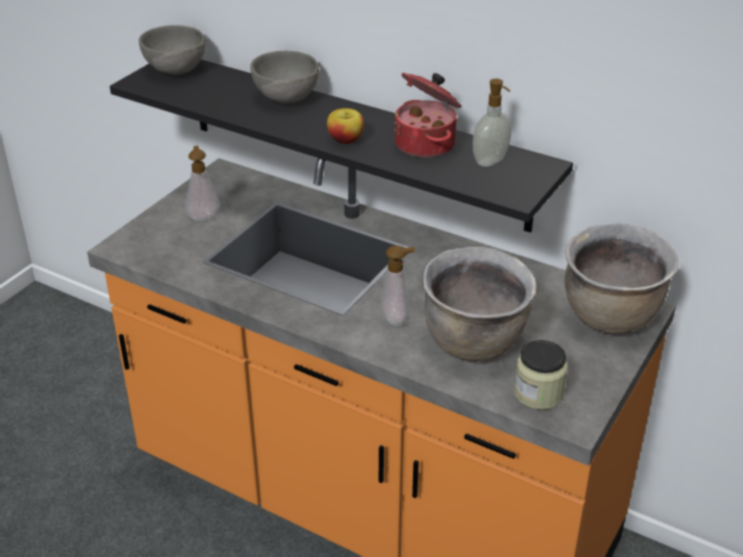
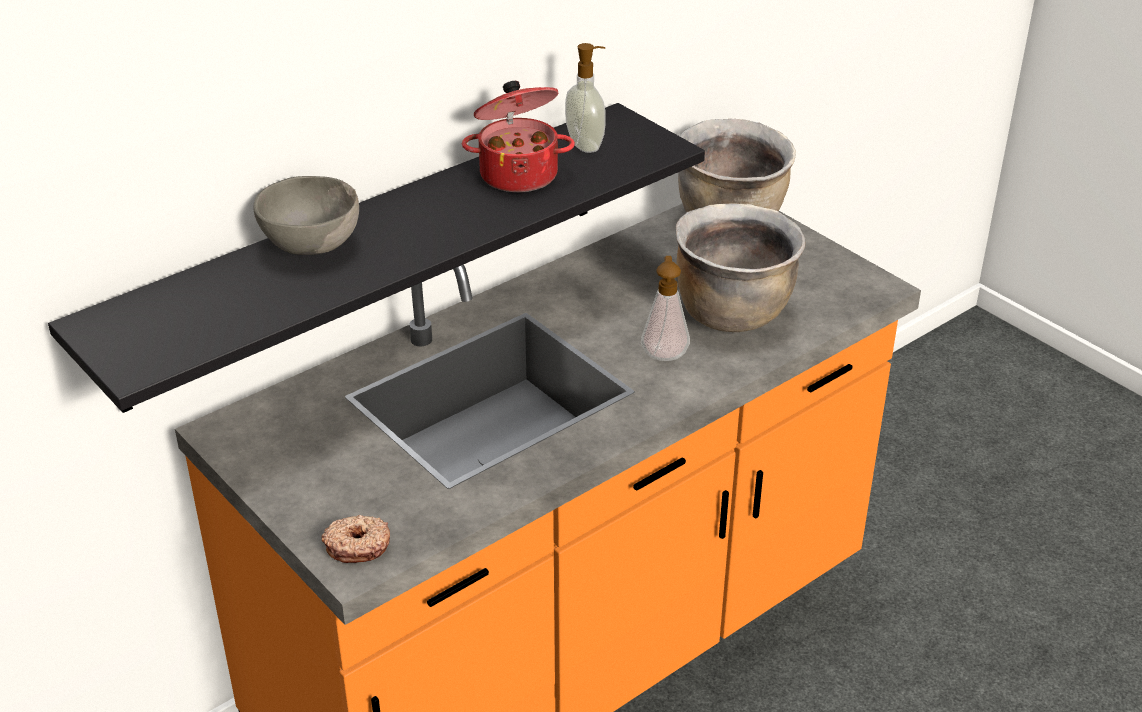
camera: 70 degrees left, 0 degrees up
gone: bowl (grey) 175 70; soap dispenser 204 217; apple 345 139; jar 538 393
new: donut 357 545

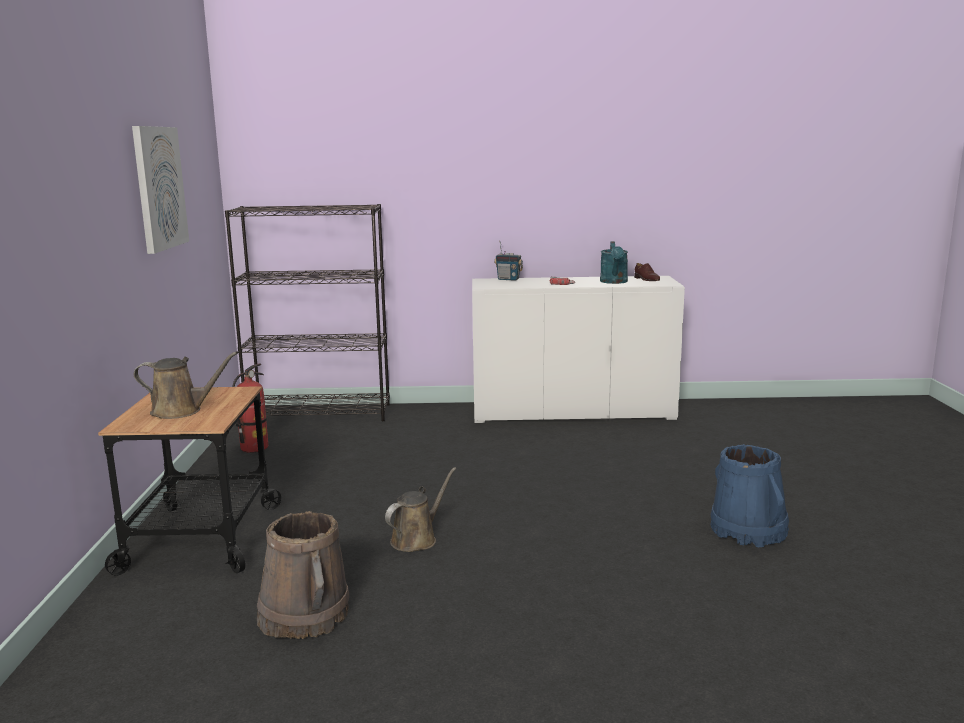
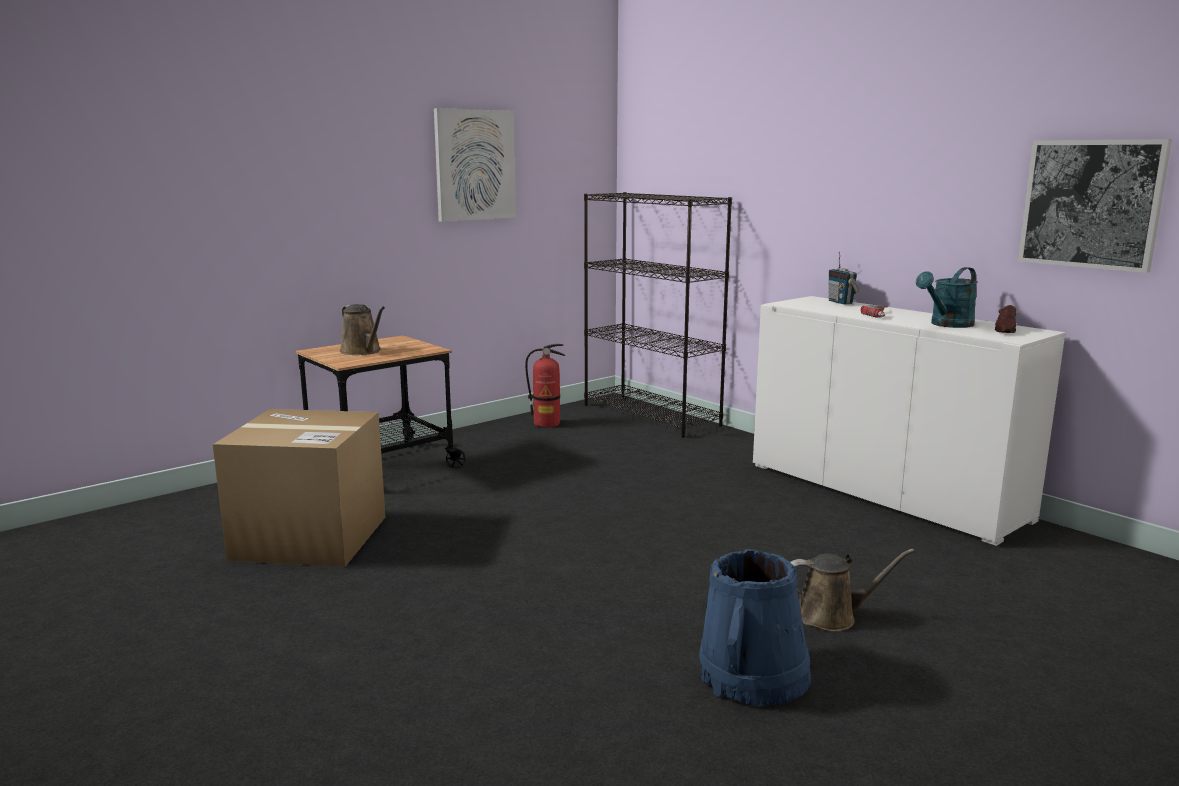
camera: 50 degrees right, 0 degrees up
new: picture 1091 204
shifted: watering can (brown) 417 539 to 831 616
swapped: bucket (brown) 304 615 to cardboard box 310 538

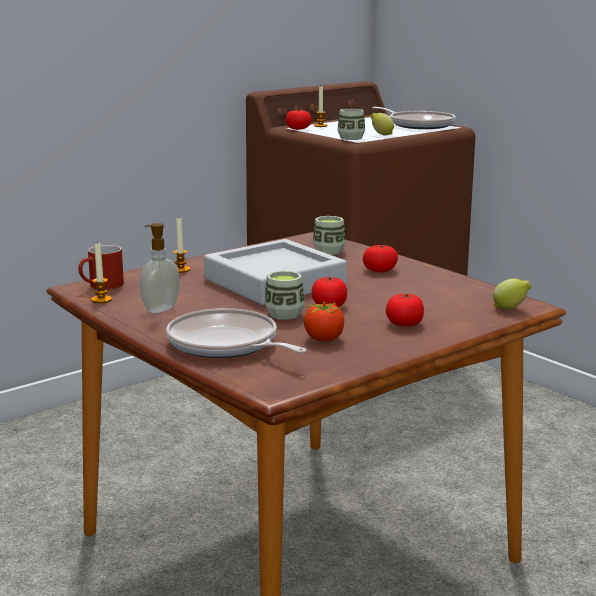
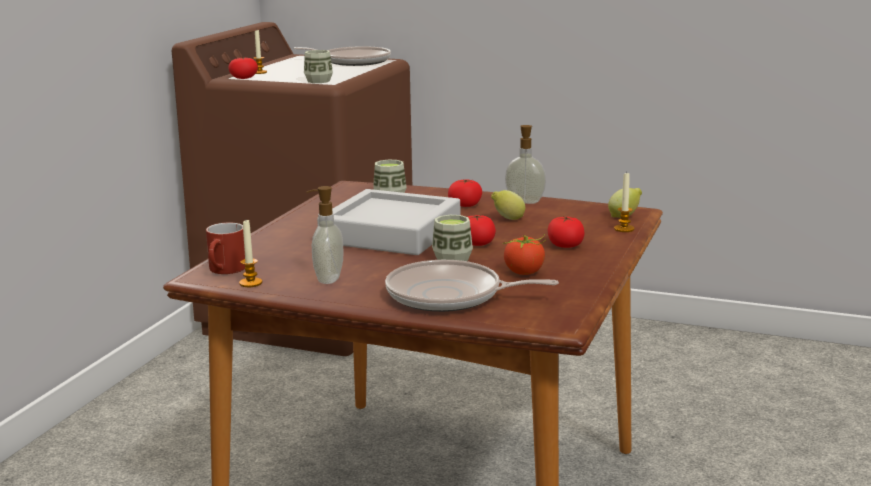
camera: 30 degrees left, 0 degrees up
new: soap dispenser 525 201
shifted: lemon 381 135 to 508 219; candle 181 270 to 624 229

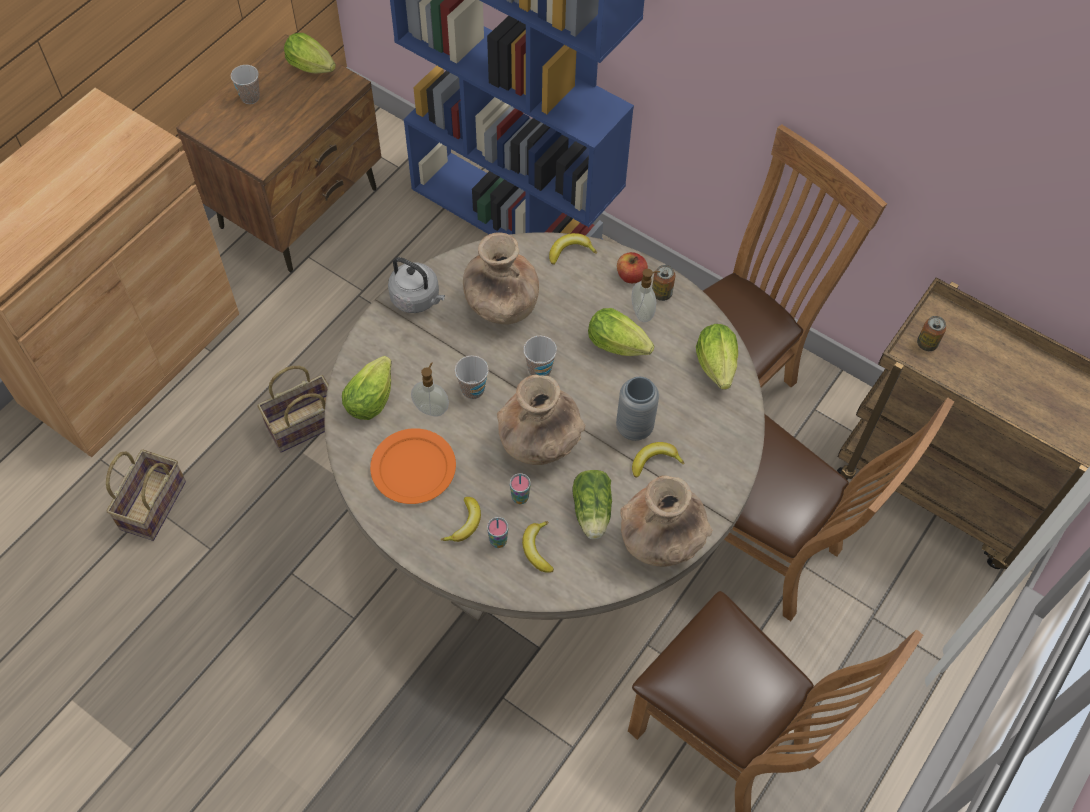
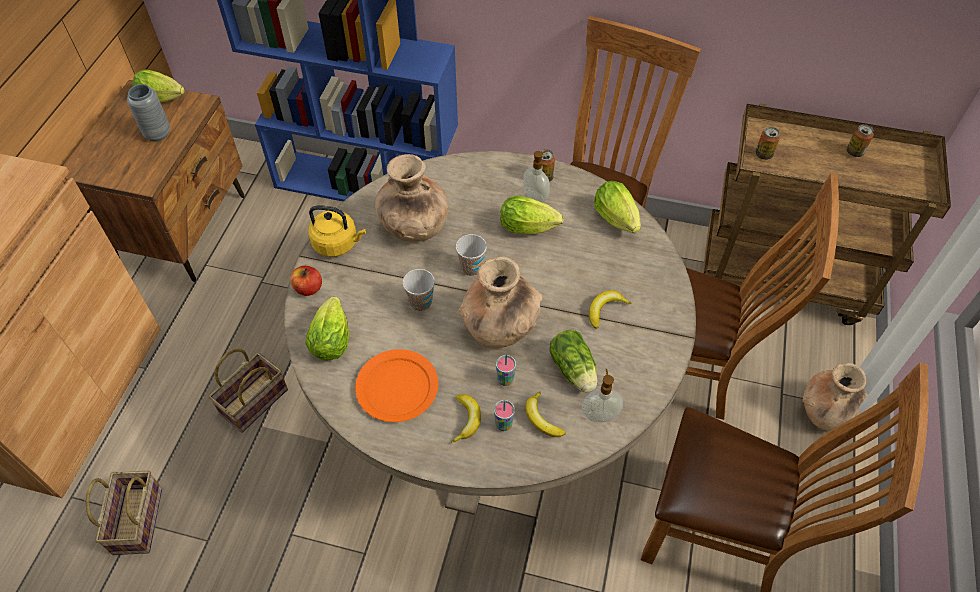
camera: 20 degrees left, 5 degrees down
gone: cup 250 97; banana 570 251
new: can 854 152
shifted: vase (grey) 634 427 to 157 134; apple 631 276 to 308 288; soap dispenser 431 408 to 599 414; vase (brown) 660 541 to 825 413
repainted: kettle (grey) 417 299 to kettle (yellow) 338 244

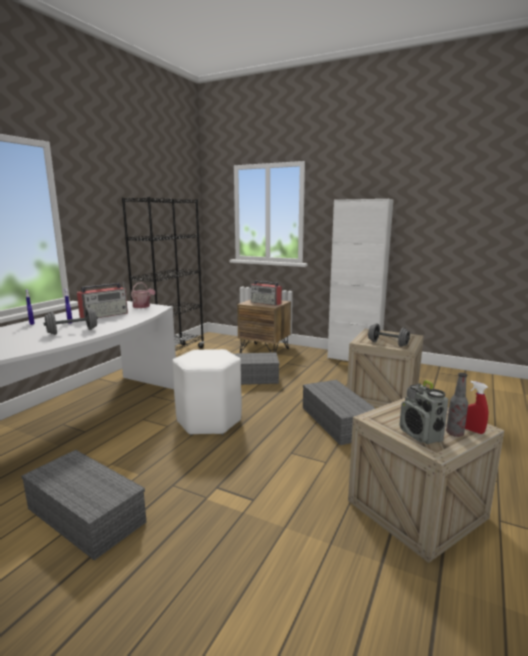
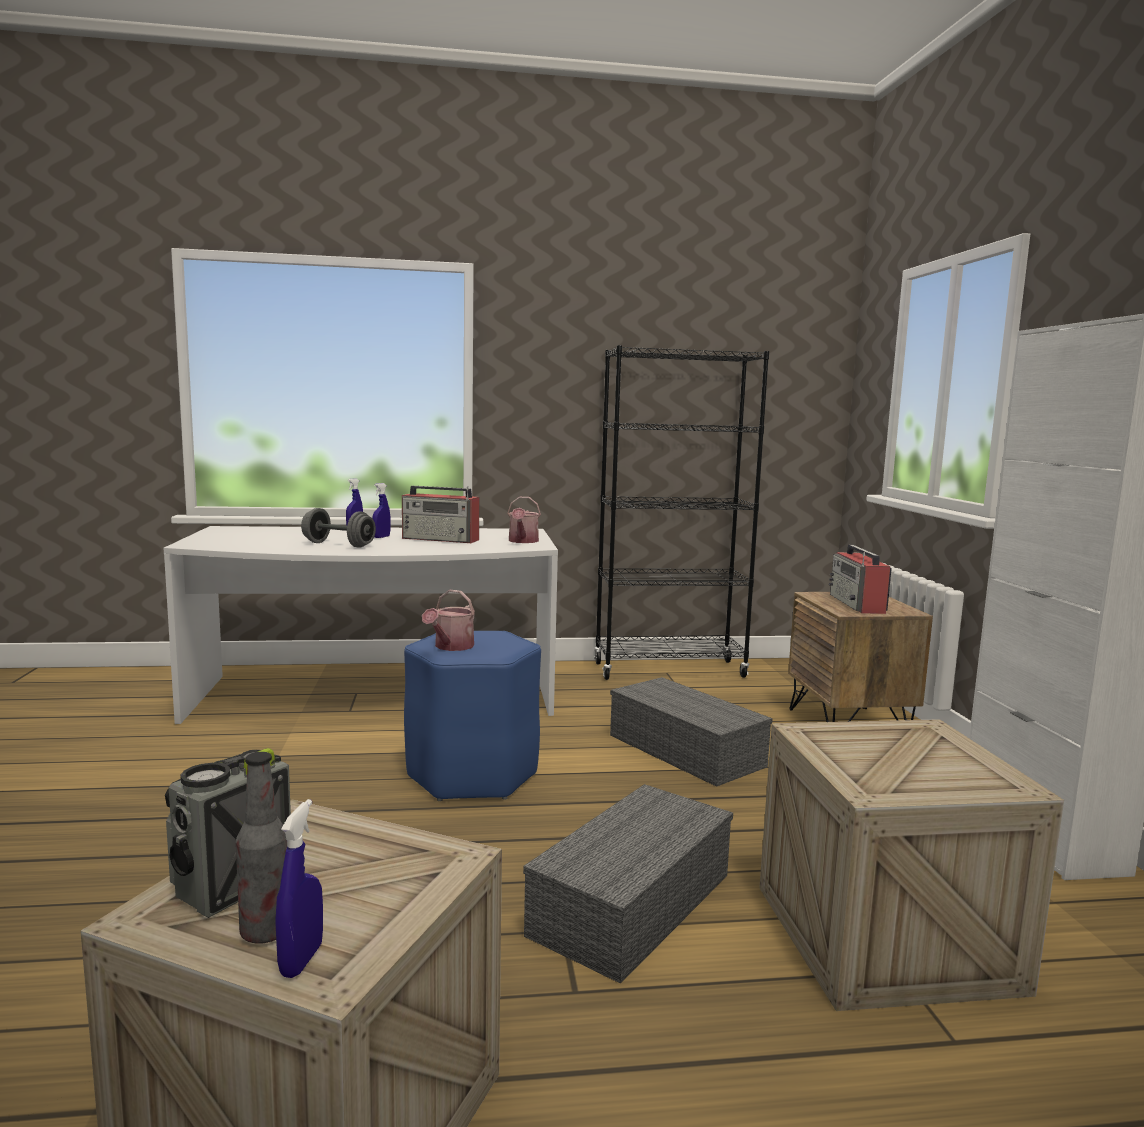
camera: 55 degrees right, 5 degrees down
gone: storage box (grey) 83 515; dumbbell (grey) 388 344
new: watering can 451 647
repainted: spray bottle (red) 473 430 to spray bottle (blue) 301 960; stool (white) 209 421 to stool (blue) 471 775

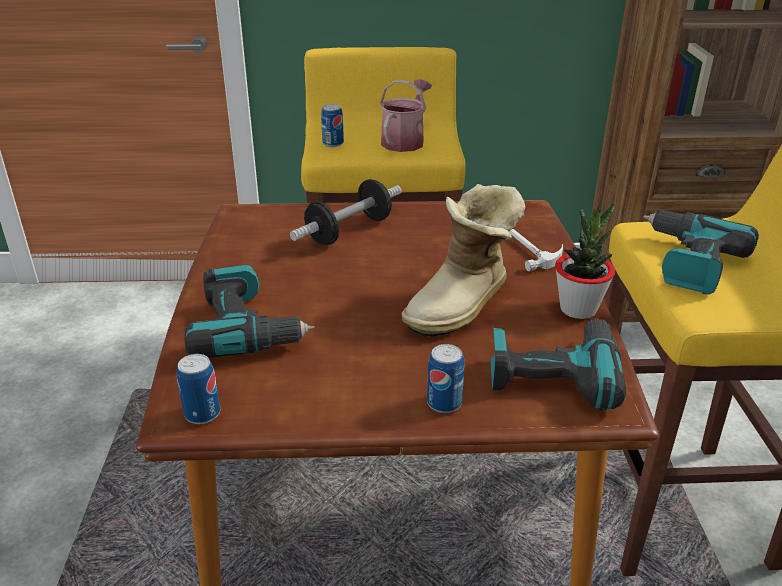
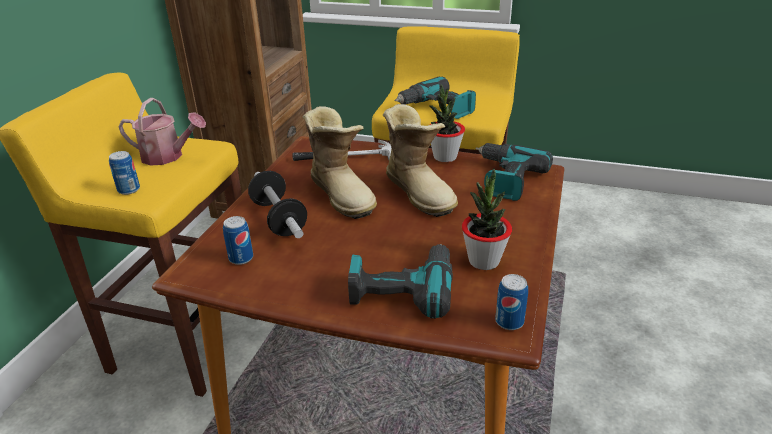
camera: 70 degrees left, 0 degrees up
new: boot 343 194; potted plant 484 261
shifted: can 444 403 to 241 258
rotated: watering can 405 141 = 167 156 150 degrees clockwise

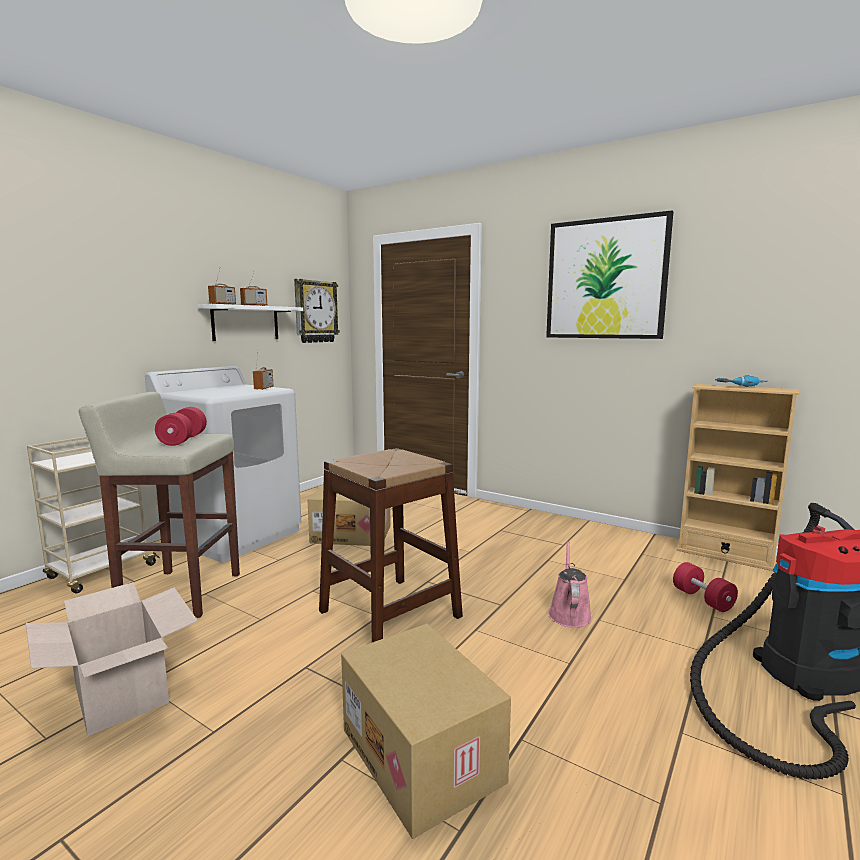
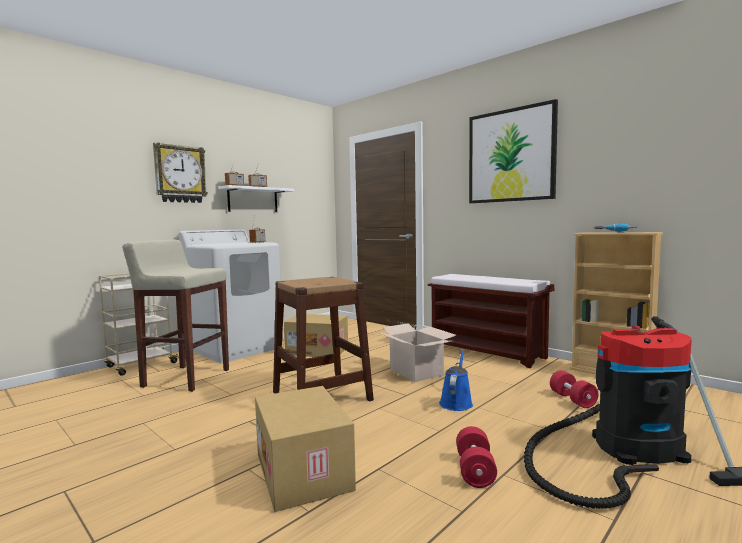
camera: 10 degrees right, 5 degrees down
new: bench (brown) 488 352
shifted: wall clock 315 311 to 180 174; cardboard box 120 694 to 415 372; dumbbell (red) 183 440 to 475 471
repainted: watering can (pink) 569 613 to watering can (blue) 456 402

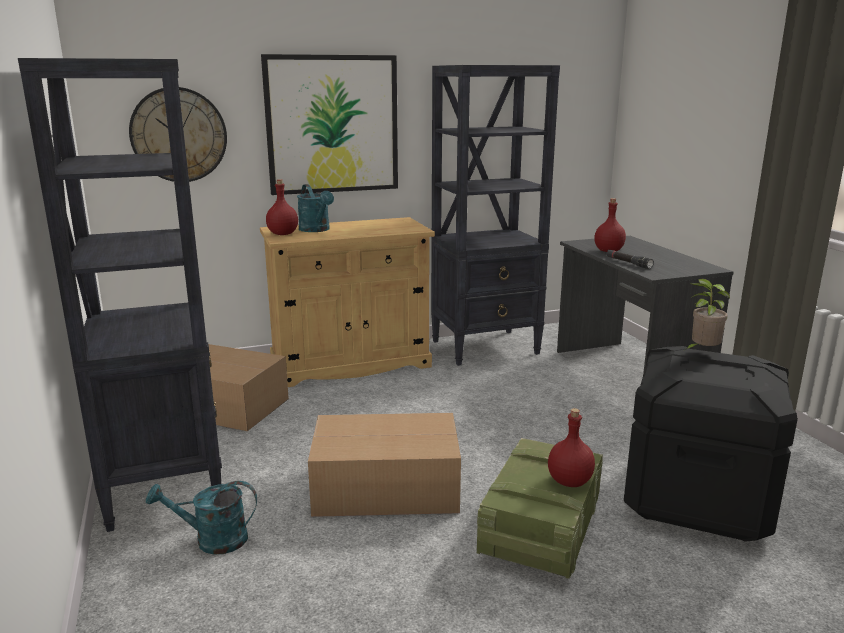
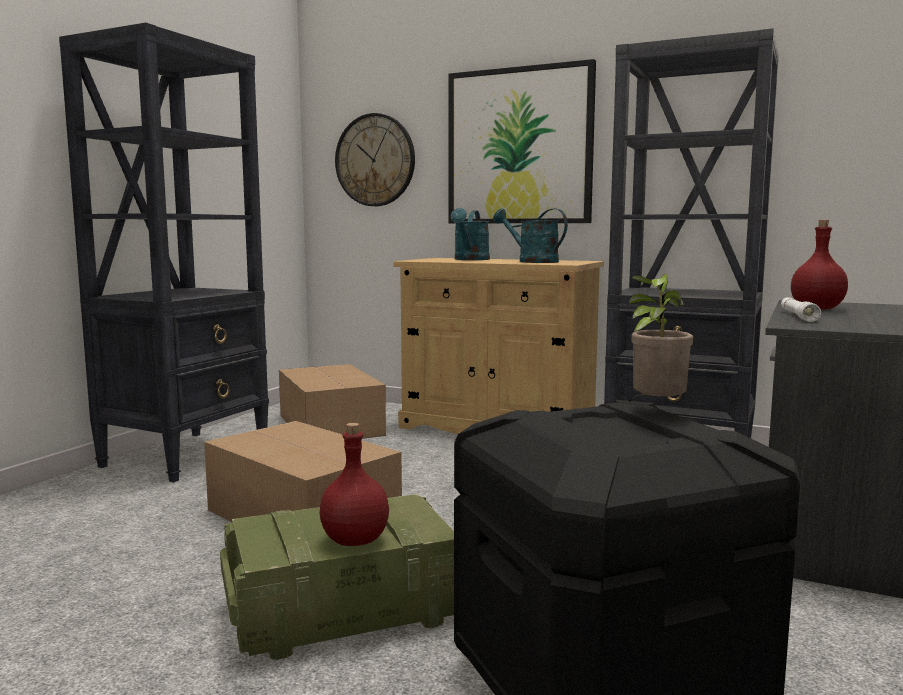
camera: 45 degrees right, 10 degrees down
gone: bottle (red) 283 234
shifted: watering can (turquoise) 212 540 to 531 261
repainted: flashlight (black) 628 263 to flashlight (white) 798 316

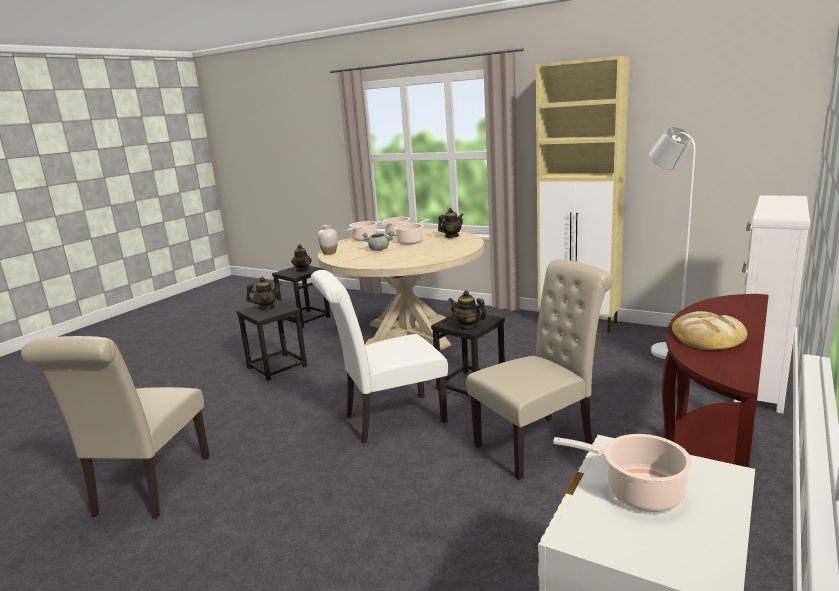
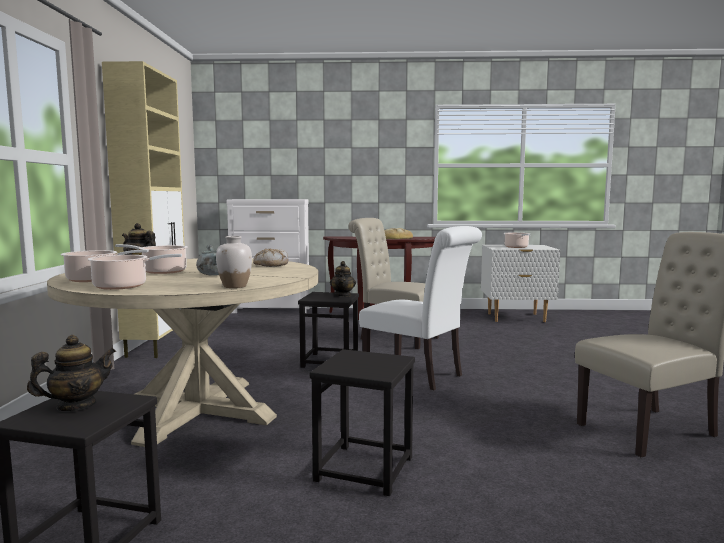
camera: 120 degrees left, 10 degrees down
gone: teapot 266 308; floor lamp (white) 665 349
new: bread 271 265

